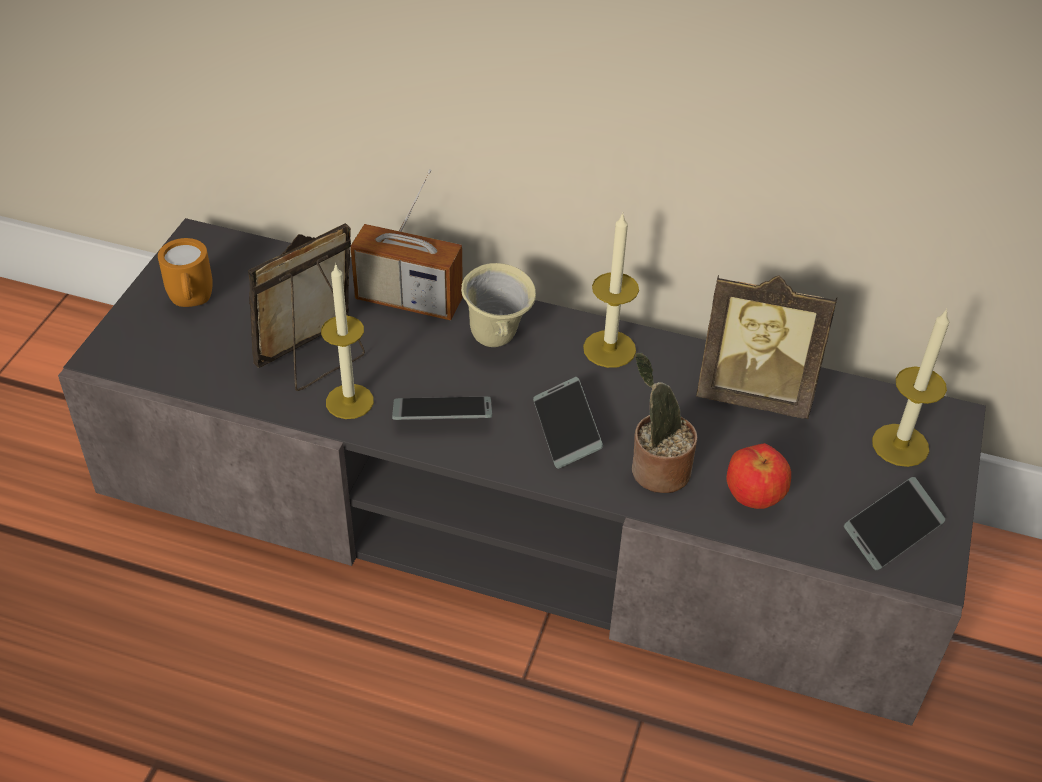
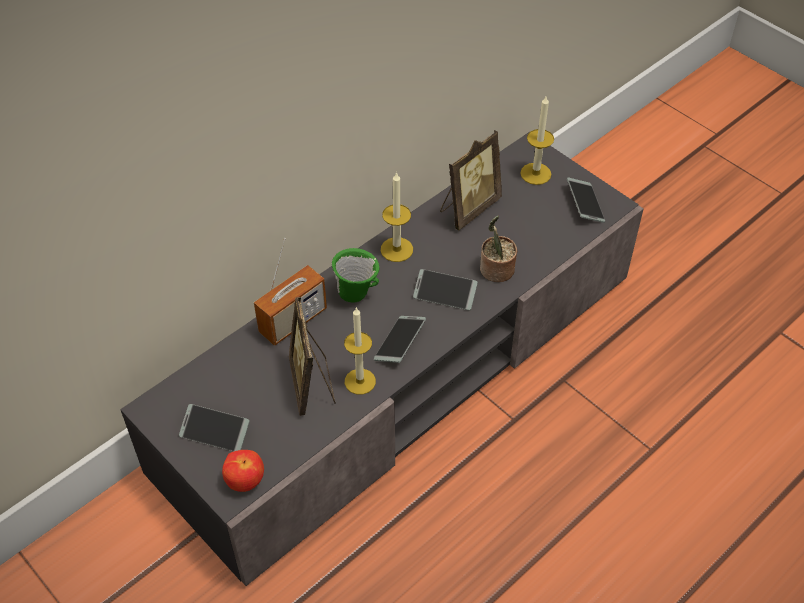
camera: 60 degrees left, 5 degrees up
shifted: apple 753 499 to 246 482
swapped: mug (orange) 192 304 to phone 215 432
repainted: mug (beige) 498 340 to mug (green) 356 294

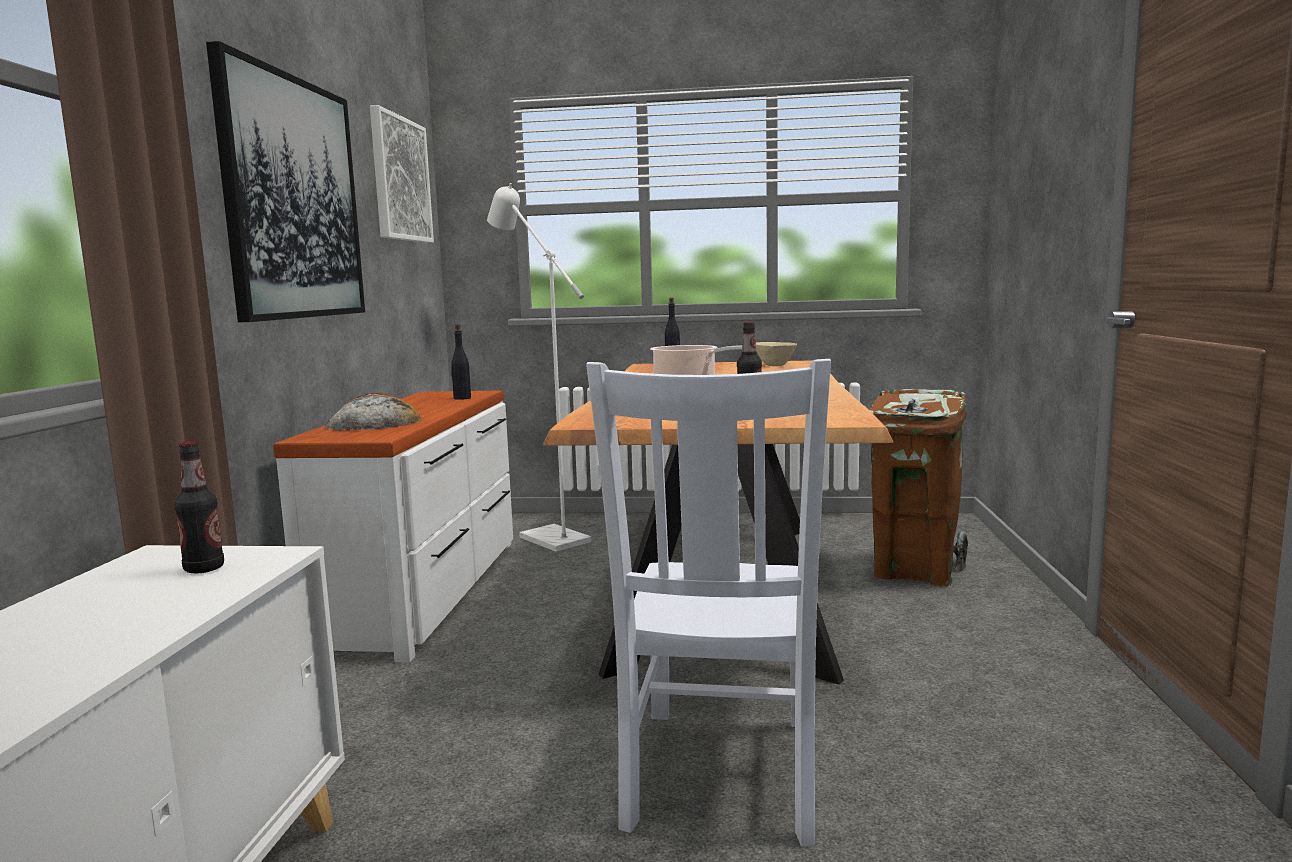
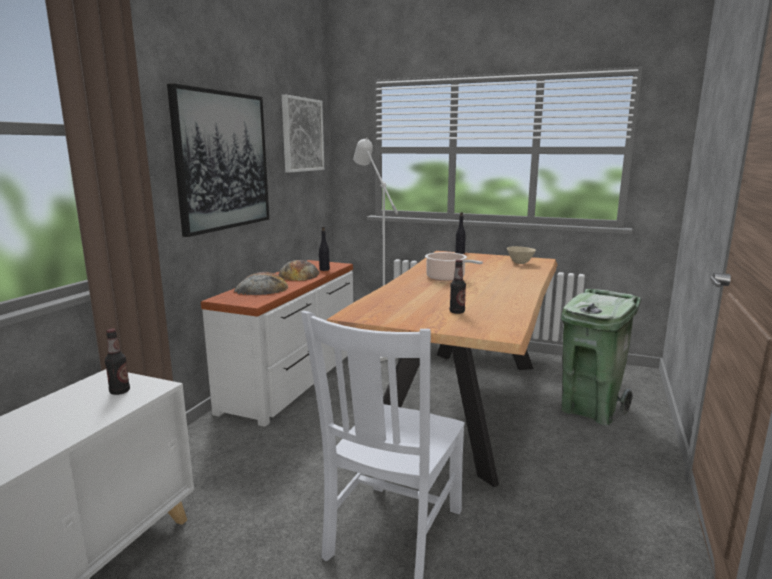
camera: 15 degrees right, 5 degrees up
new: bread 299 274
repainted: trash can (brown) 914 571 to trash can (green) 590 410

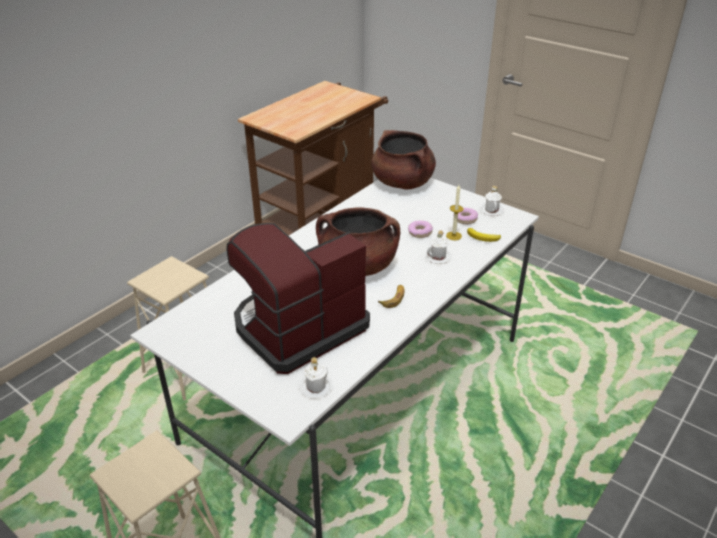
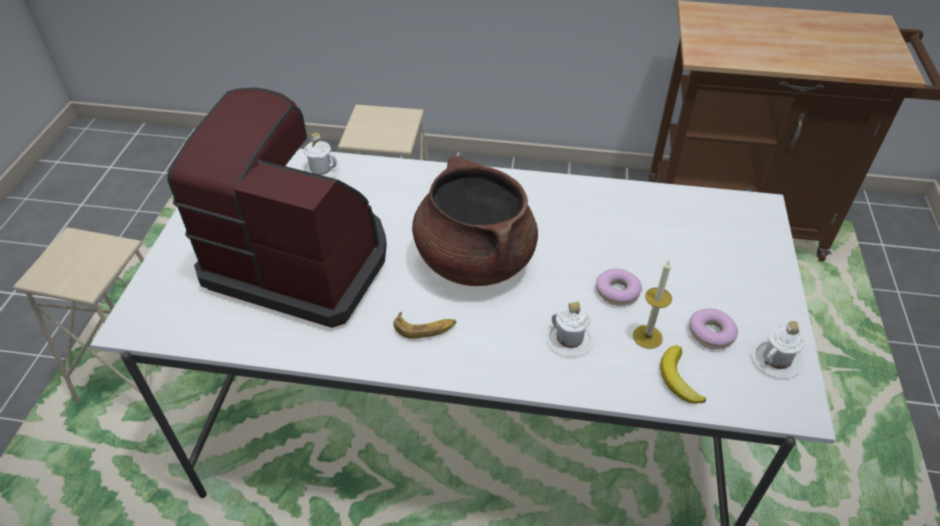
camera: 60 degrees right, 10 degrees up
gone: cooking pot (brown) 403 183
shifted: mug (white) 316 387 to 321 170

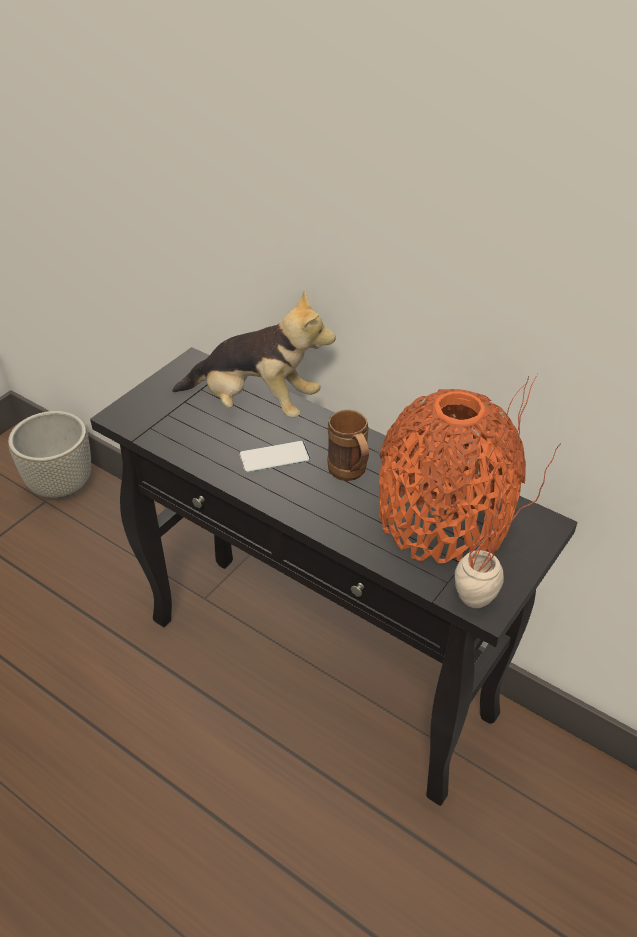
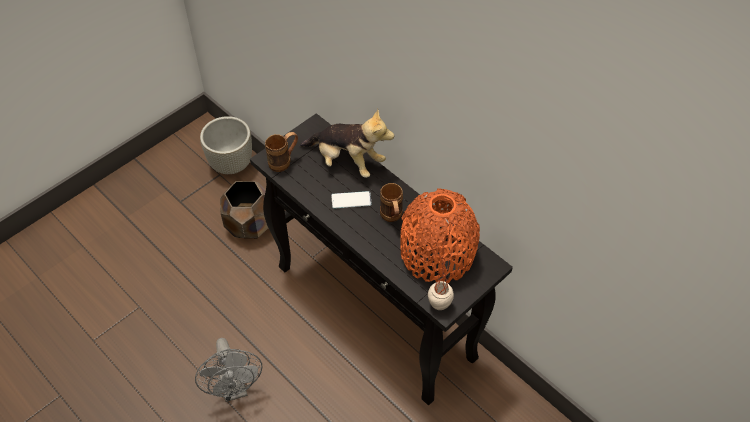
camera: 10 degrees right, 10 degrees up
new: fan (grey) 235 388; planter (brown) 250 224; mug (brown) 284 161

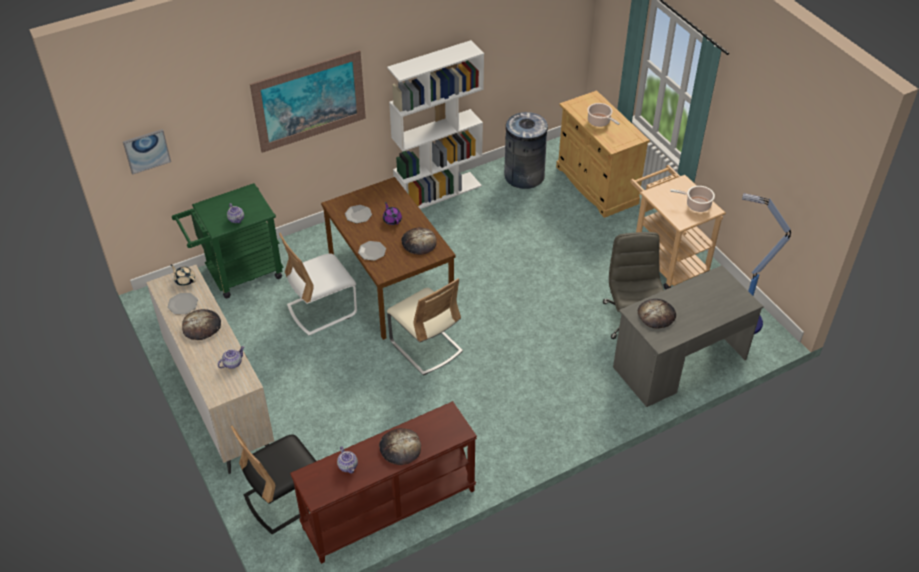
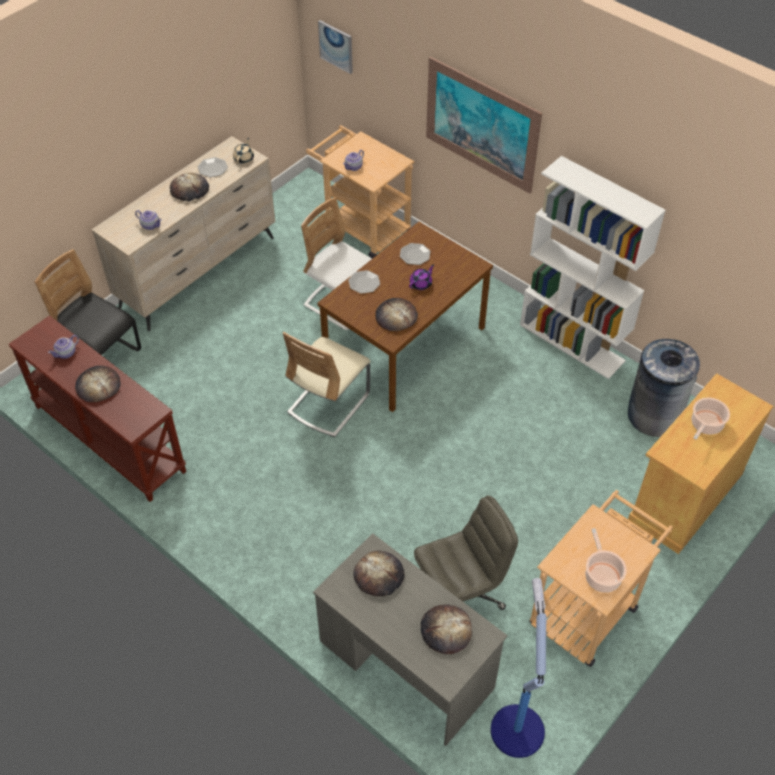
camera: 70 degrees right, 5 degrees up
new: bread 446 630
repainted: cart (green) 237 274 to cart (beige) 361 226

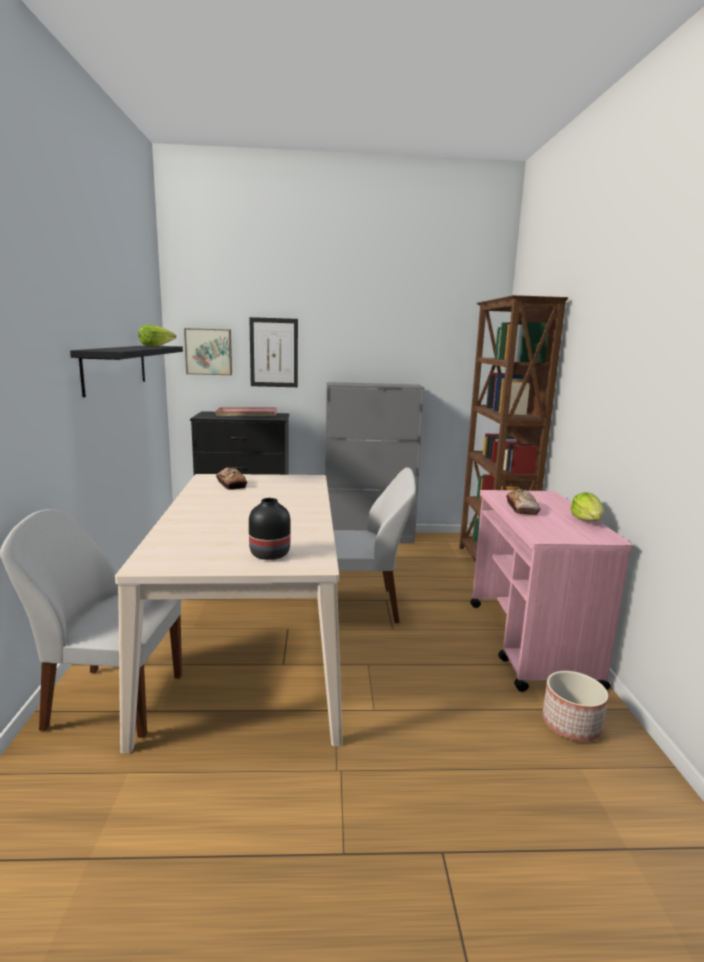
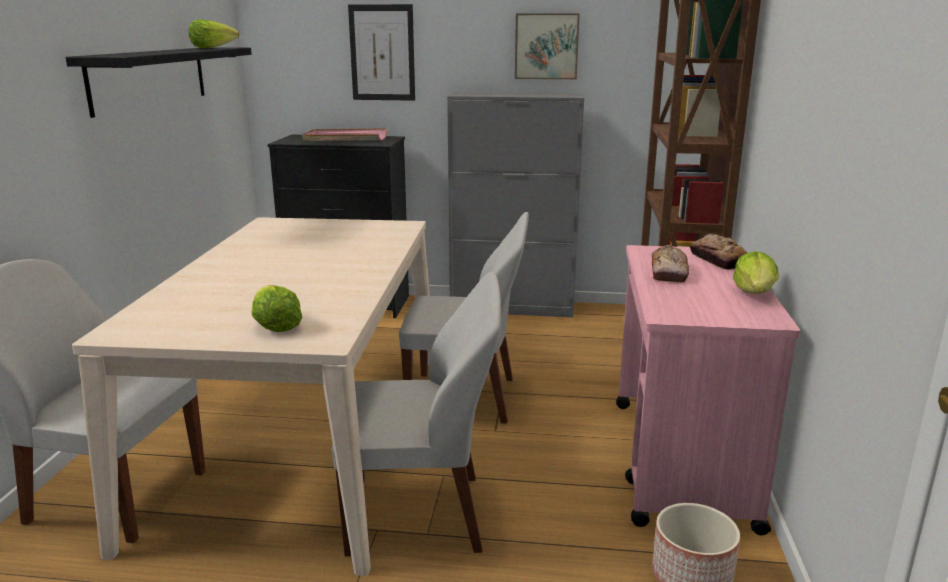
camera: 10 degrees right, 5 degrees up
new: chair (white) 420 514
shifted: picture 209 351 to 546 46; bread 231 484 to 718 260
swapped: vase (black) 269 554 to lettuce 275 325

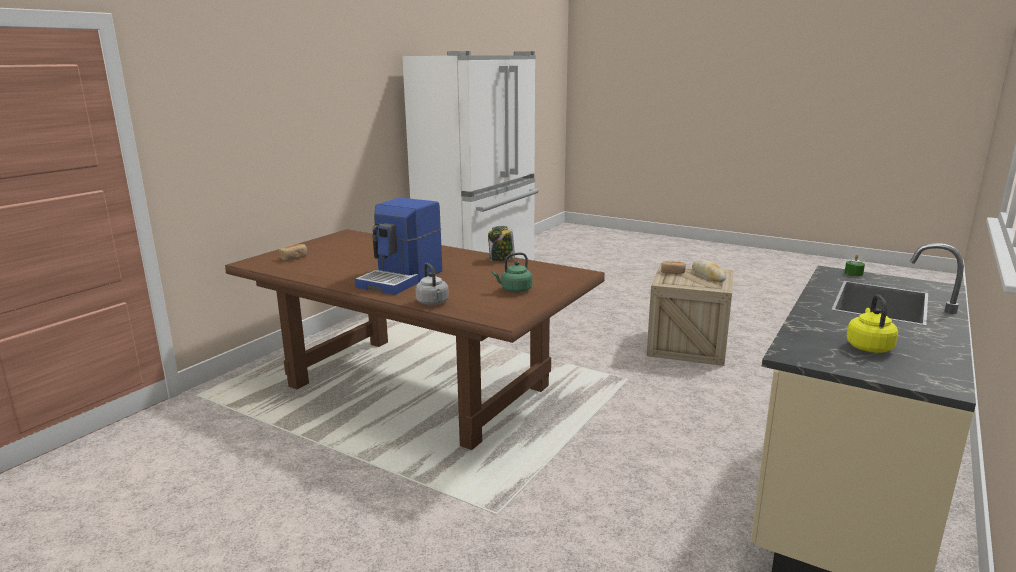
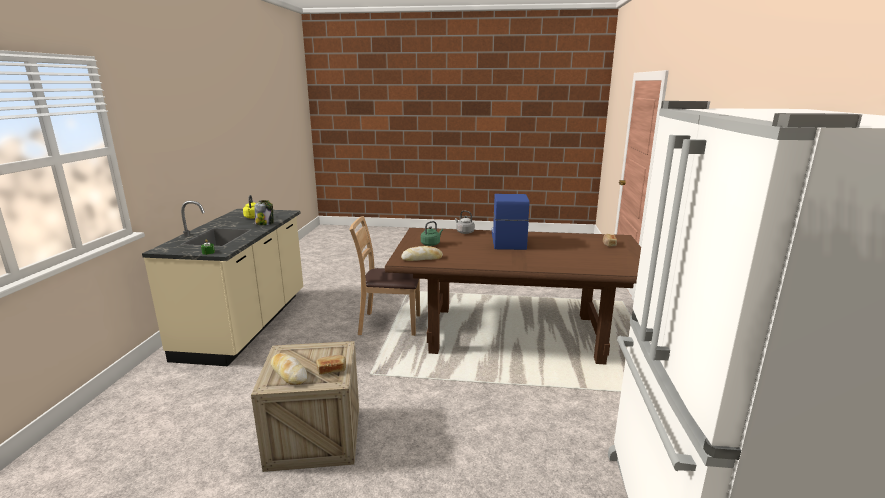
camera: 155 degrees right, 0 degrees up
new: chair (brown) 389 324; bread 422 258
shifted: jar 501 259 to 265 223

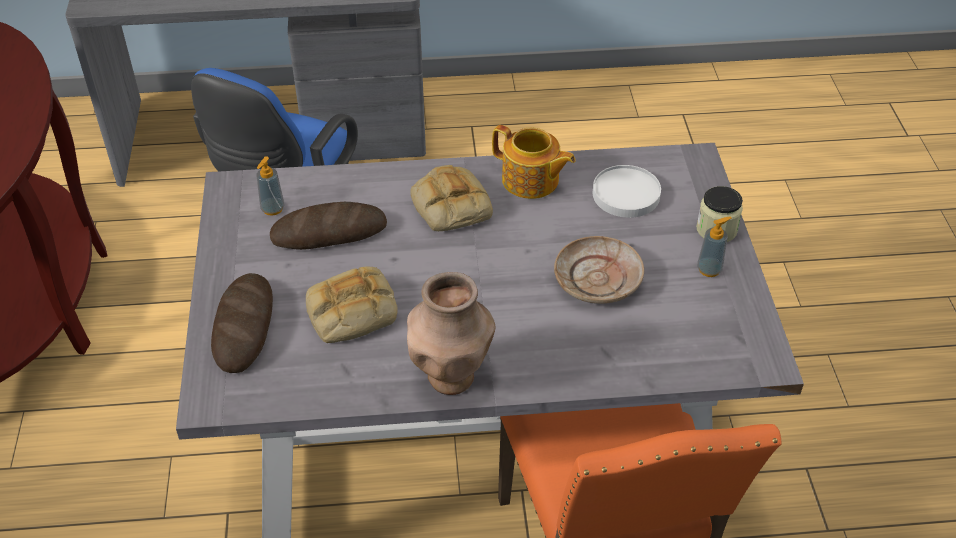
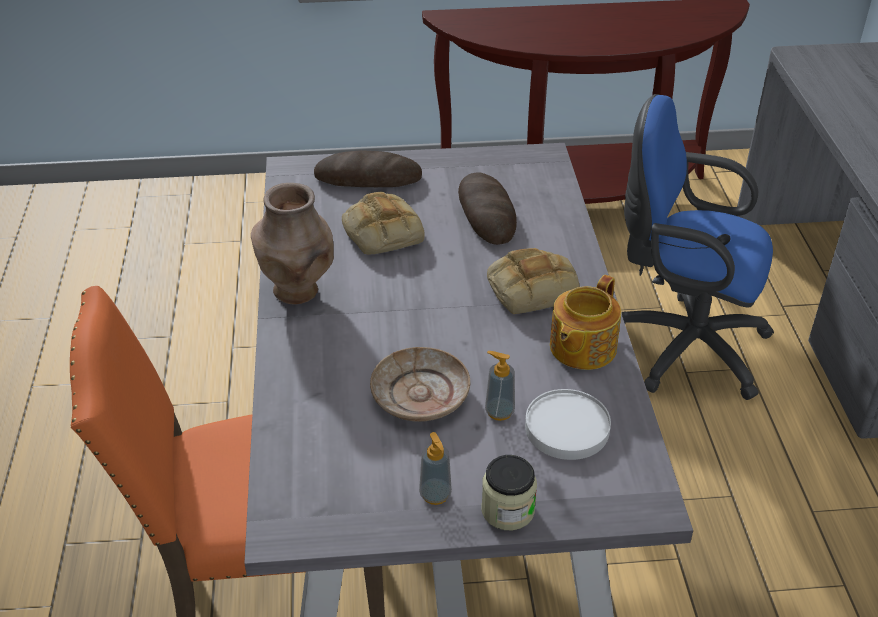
camera: 90 degrees right, 5 degrees down
shifted: soap dispenser 272 209 to 499 411

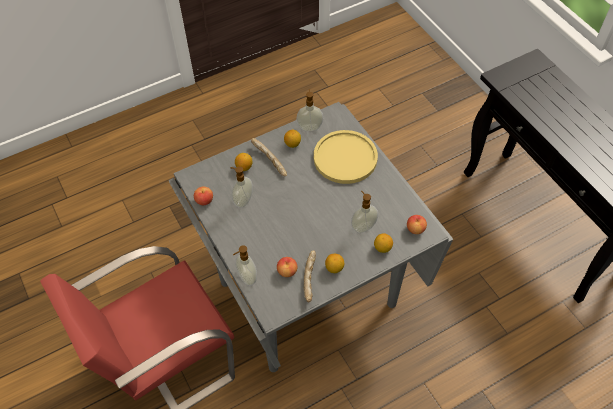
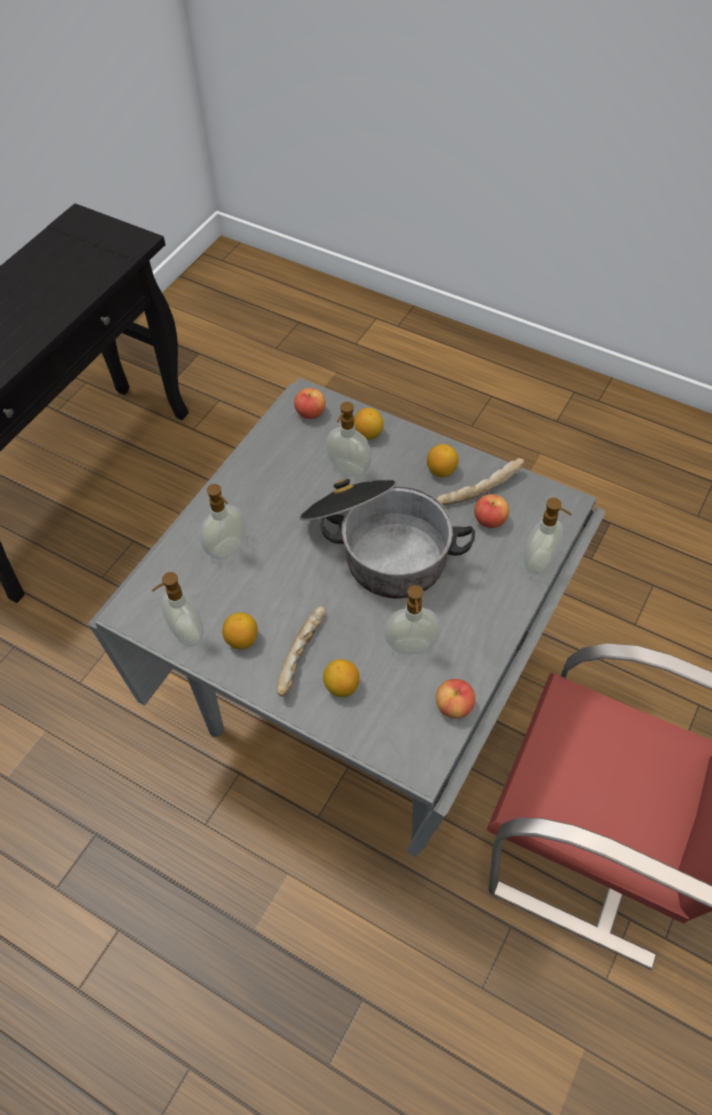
camera: 120 degrees left, 0 degrees up
new: cooking pot 379 547
swapped: plate (yellow) 345 158 to soap dispenser 228 549

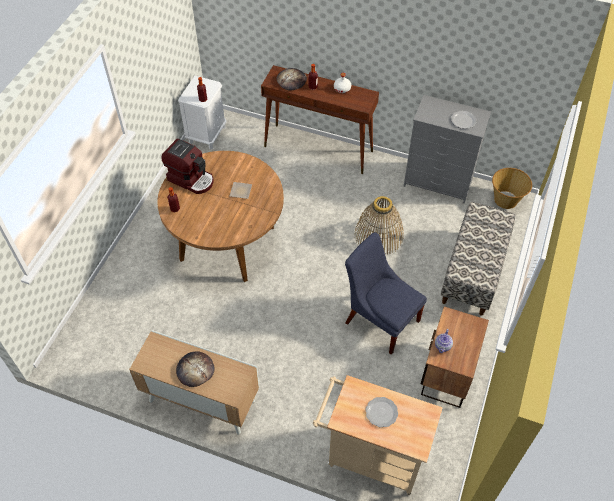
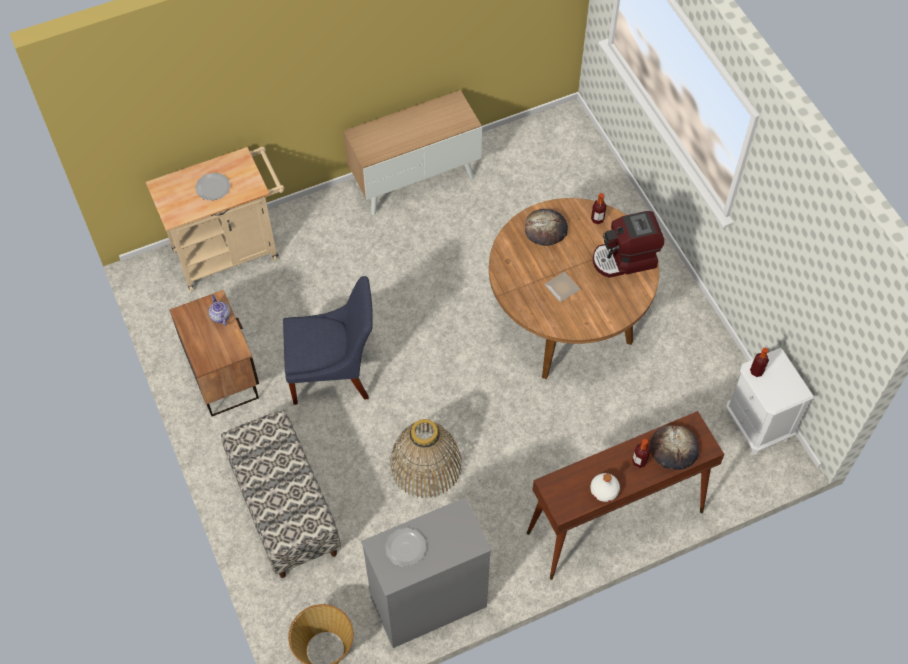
camera: 135 degrees right, 5 degrees up
shifted: bread 195 370 to 546 229

